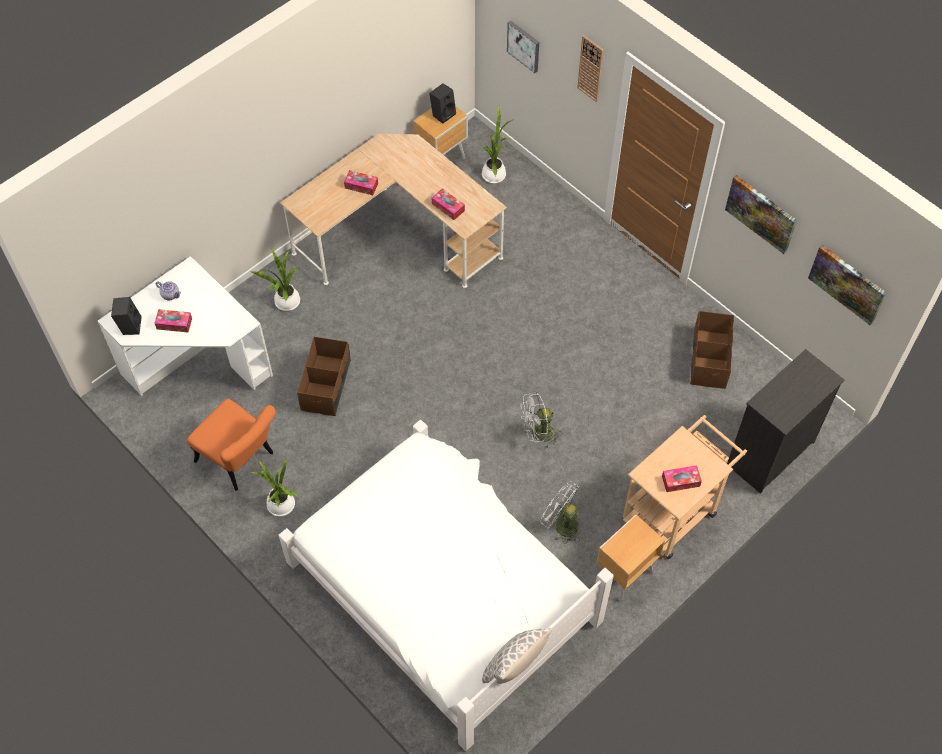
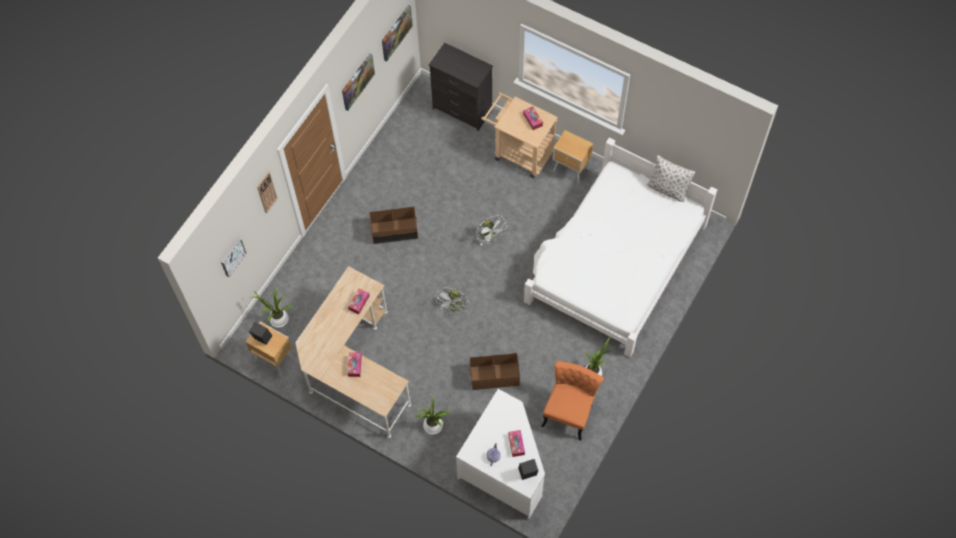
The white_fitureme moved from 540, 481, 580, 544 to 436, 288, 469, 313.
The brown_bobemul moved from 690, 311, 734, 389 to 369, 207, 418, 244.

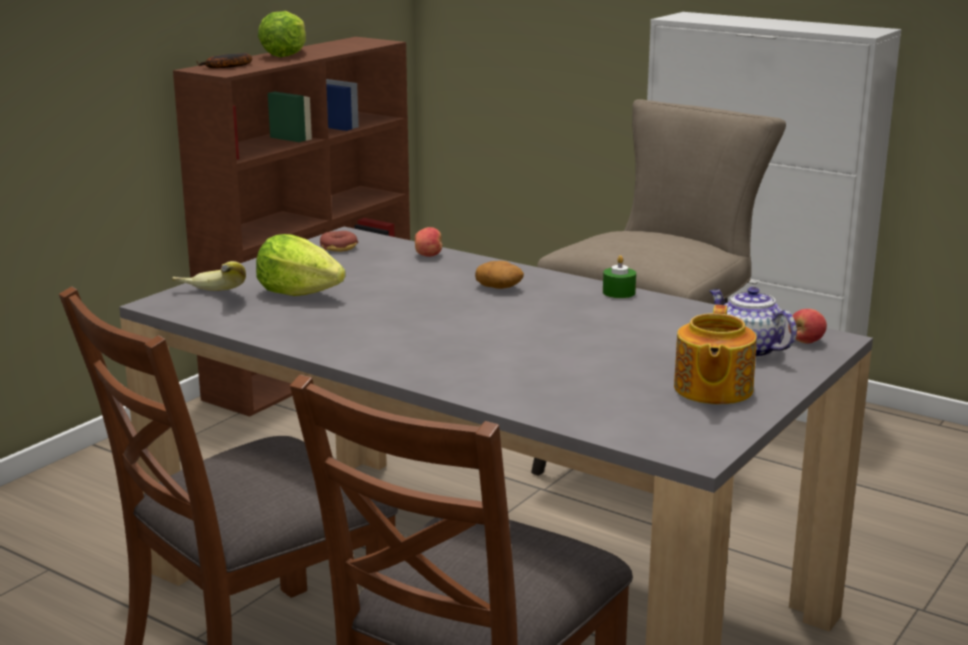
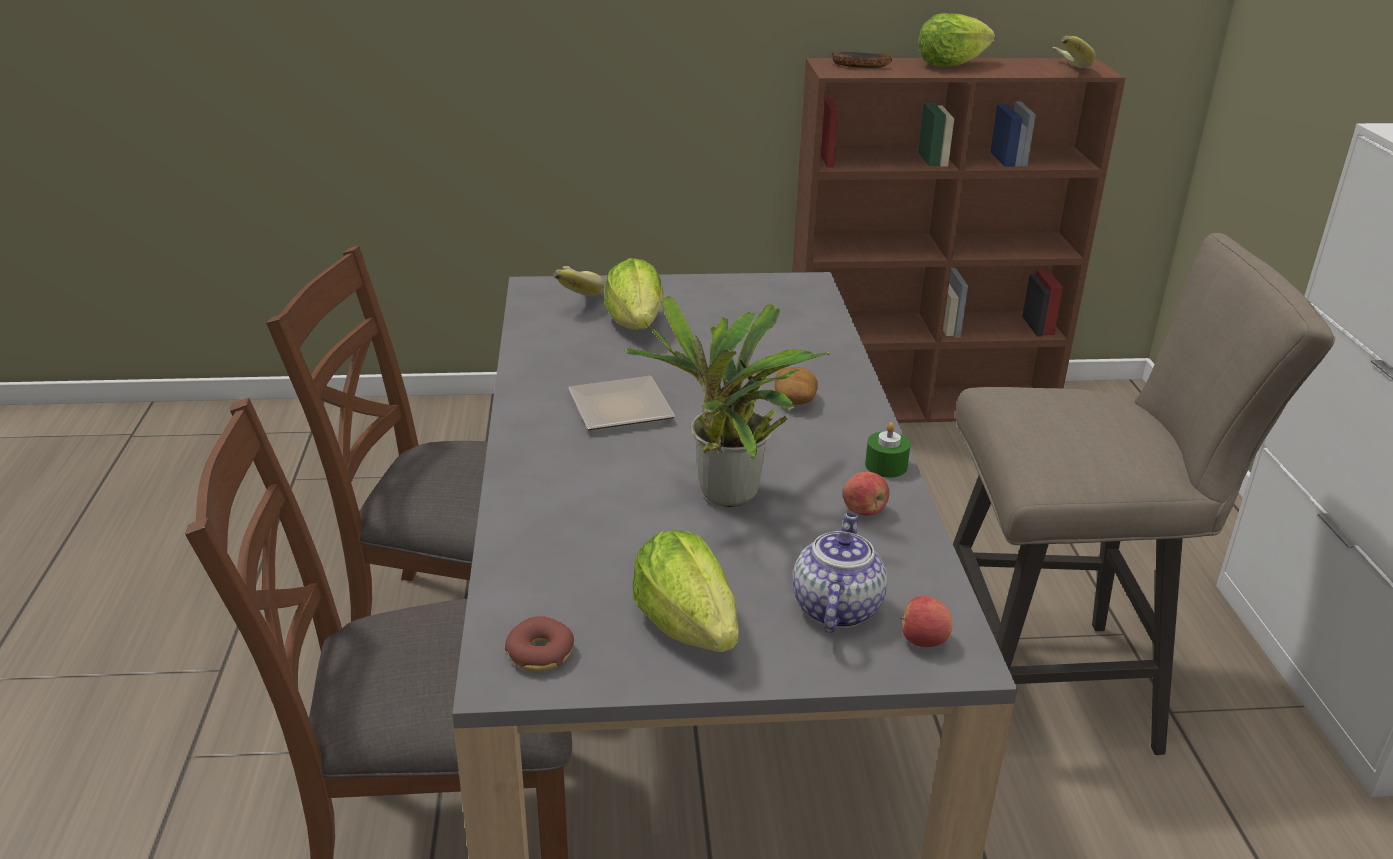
The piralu moved from 320, 231, 358, 252 to 505, 616, 574, 672.
The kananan moved from 415, 227, 443, 257 to 843, 472, 889, 516.
The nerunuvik at 674, 305, 757, 405 was replaced by the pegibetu at 633, 530, 739, 652.
The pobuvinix at 568, 376, 675, 430 appeared.
The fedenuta at 624, 296, 830, 507 appeared.
The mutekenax at 1052, 36, 1096, 68 appeared.

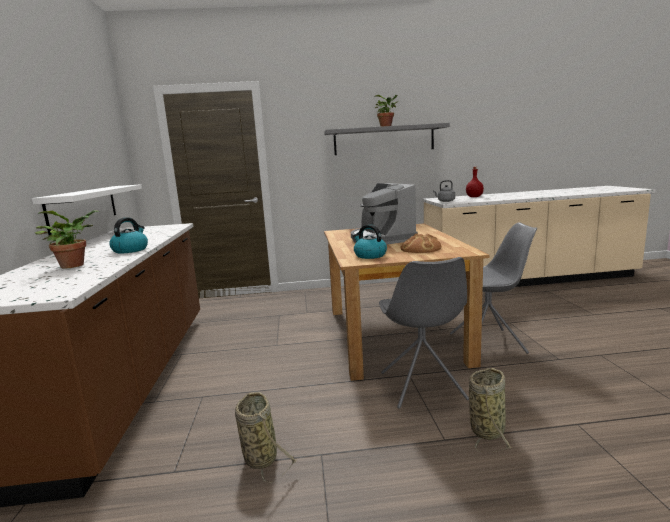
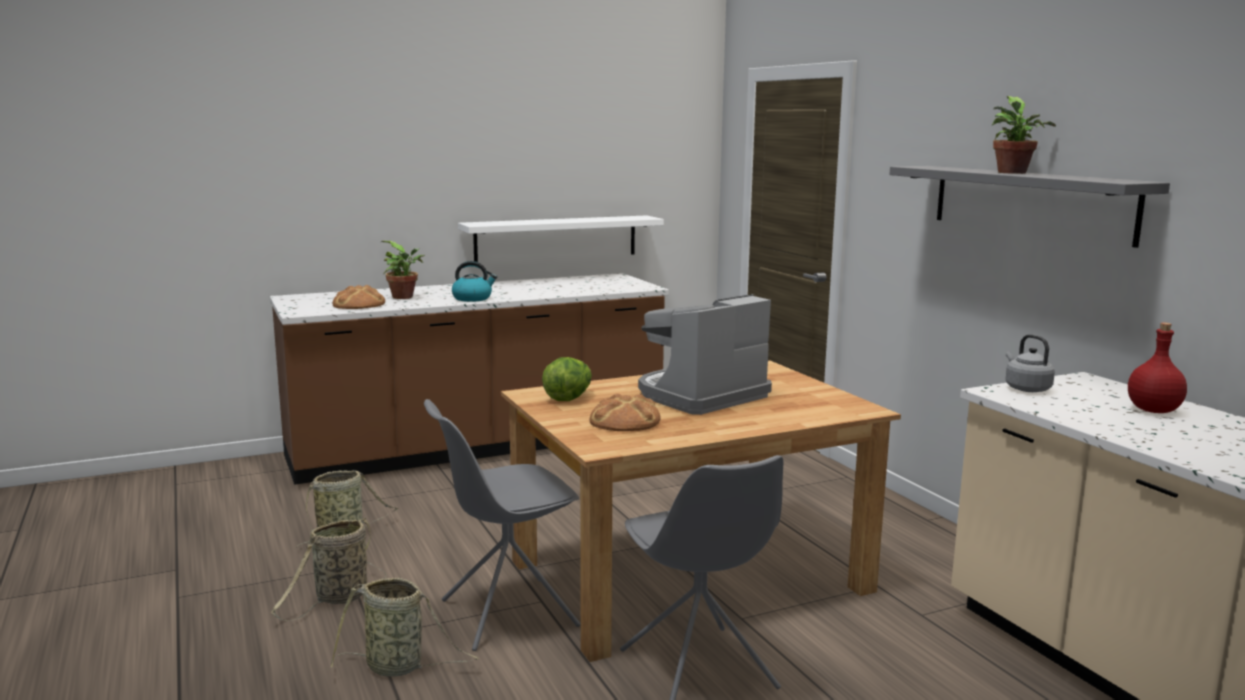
The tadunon at 353, 224, 387, 259 was replaced by the pegibetu at 542, 357, 592, 401.
The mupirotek at 271, 518, 387, 621 appeared.
The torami at 332, 285, 385, 309 appeared.

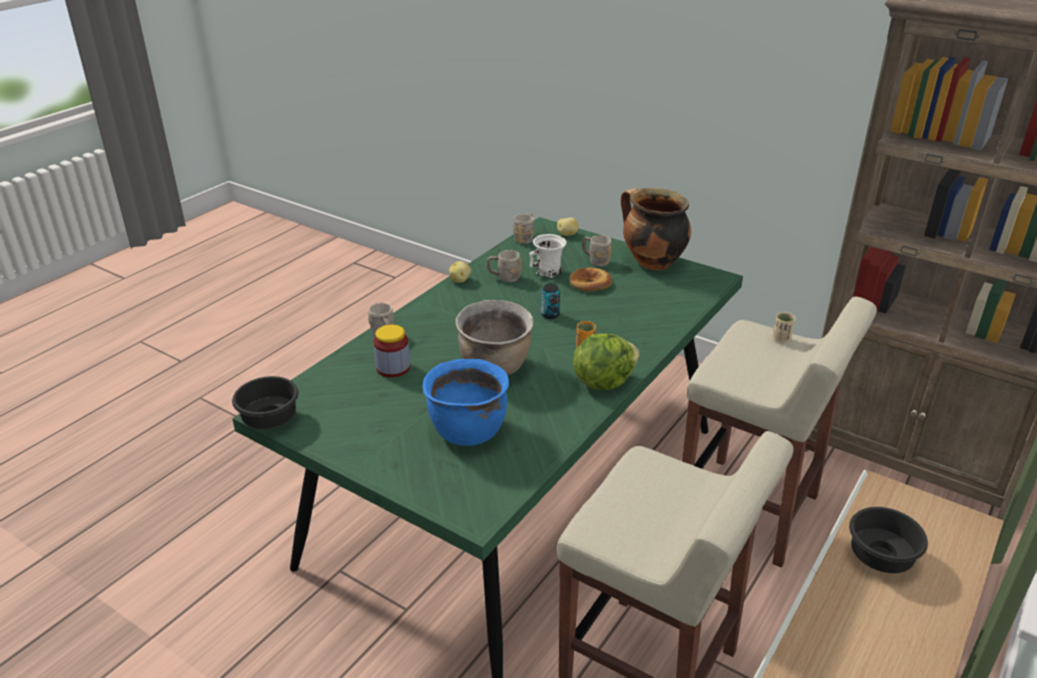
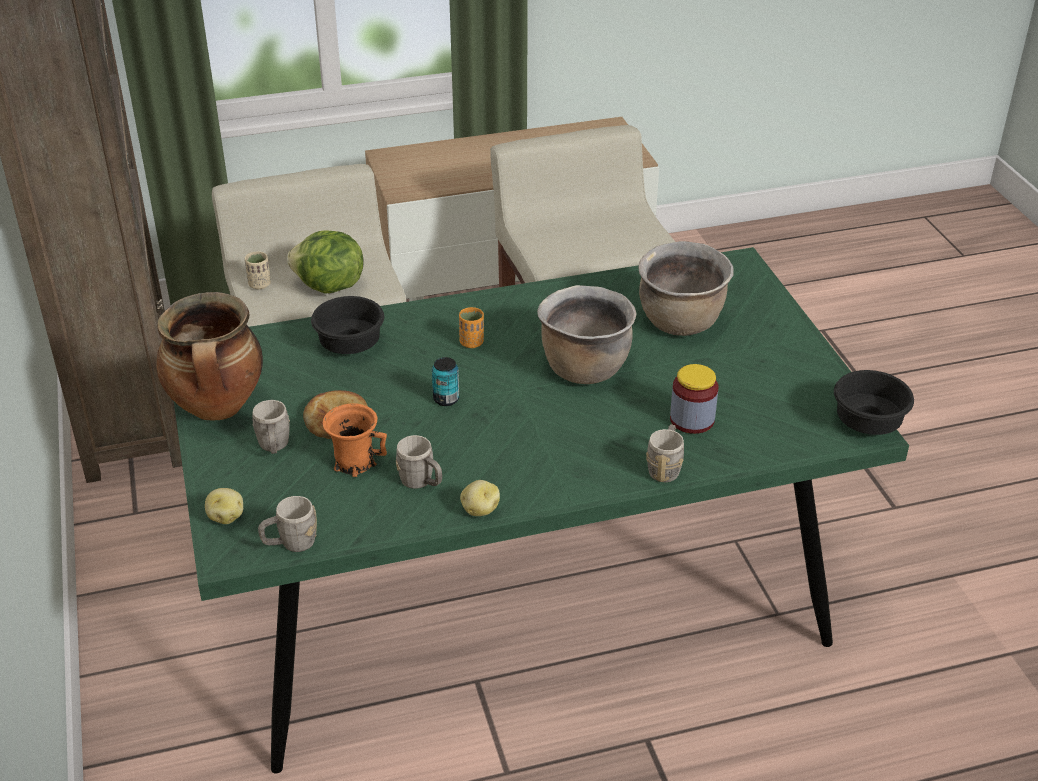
The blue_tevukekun at 423, 359, 509, 446 became the brown_tevukekun at 639, 241, 734, 336.
The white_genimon at 529, 234, 567, 278 became the orange_genimon at 323, 403, 387, 477.
The pegibetu moved from 573, 333, 640, 390 to 287, 230, 364, 294.
The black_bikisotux moved from 849, 507, 928, 573 to 311, 296, 384, 354.

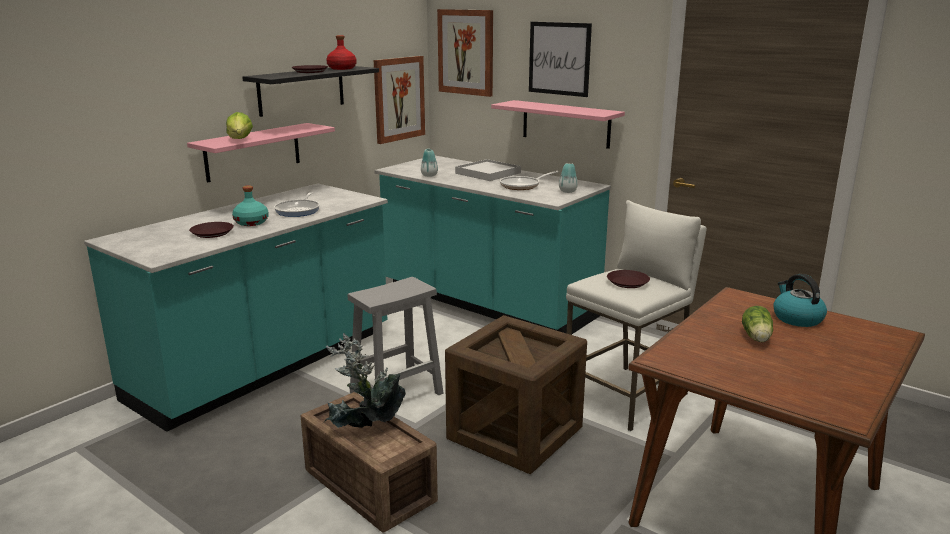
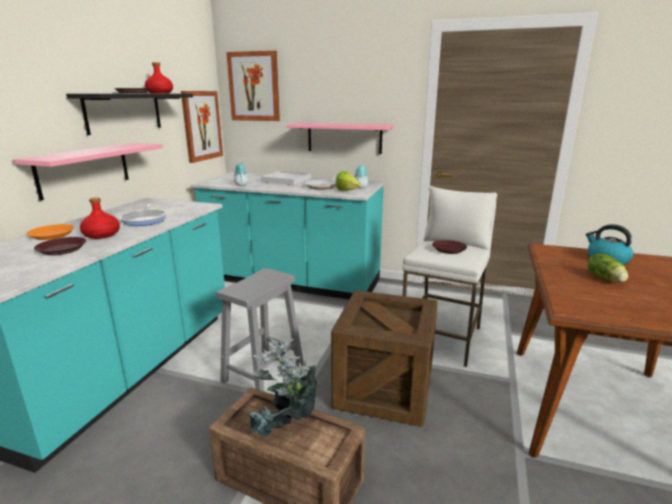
The pegibetu moved from 226, 112, 253, 139 to 335, 171, 361, 191.
The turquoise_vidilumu at 232, 185, 269, 226 became the red_vidilumu at 80, 197, 120, 239.
The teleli at 529, 22, 592, 97 disappeared.
The orange_pobuvinix at 26, 224, 74, 240 appeared.

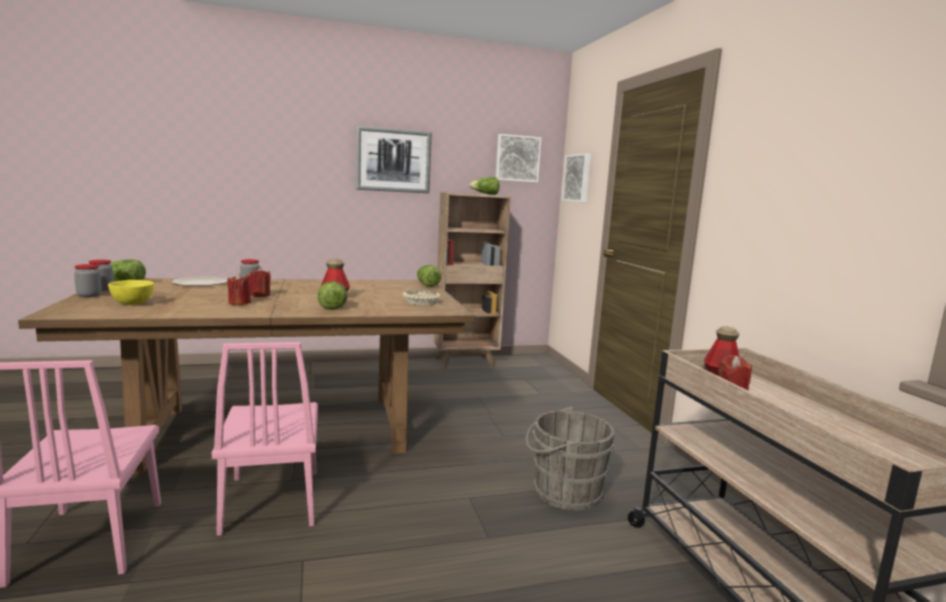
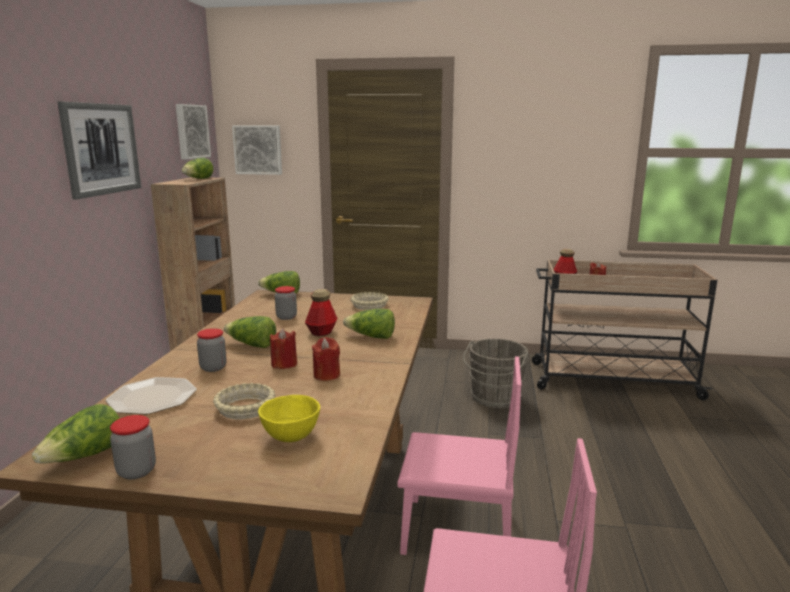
The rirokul moved from 74, 264, 102, 297 to 275, 286, 297, 320.
The beige_bikisotux at 213, 383, 275, 420 appeared.
The pegibetu at 224, 316, 276, 348 appeared.

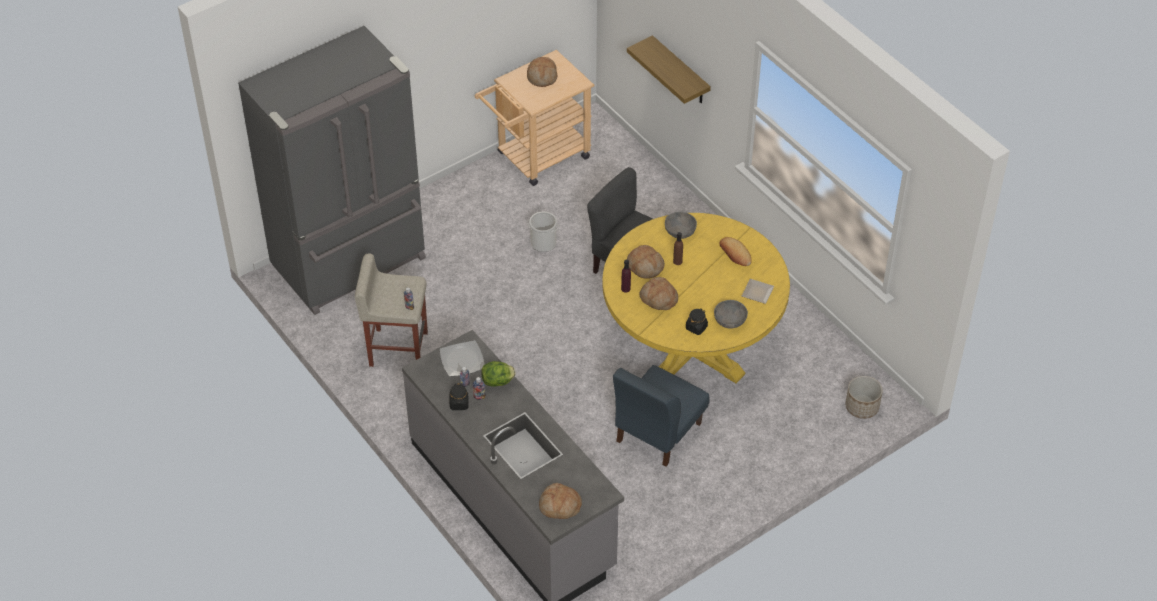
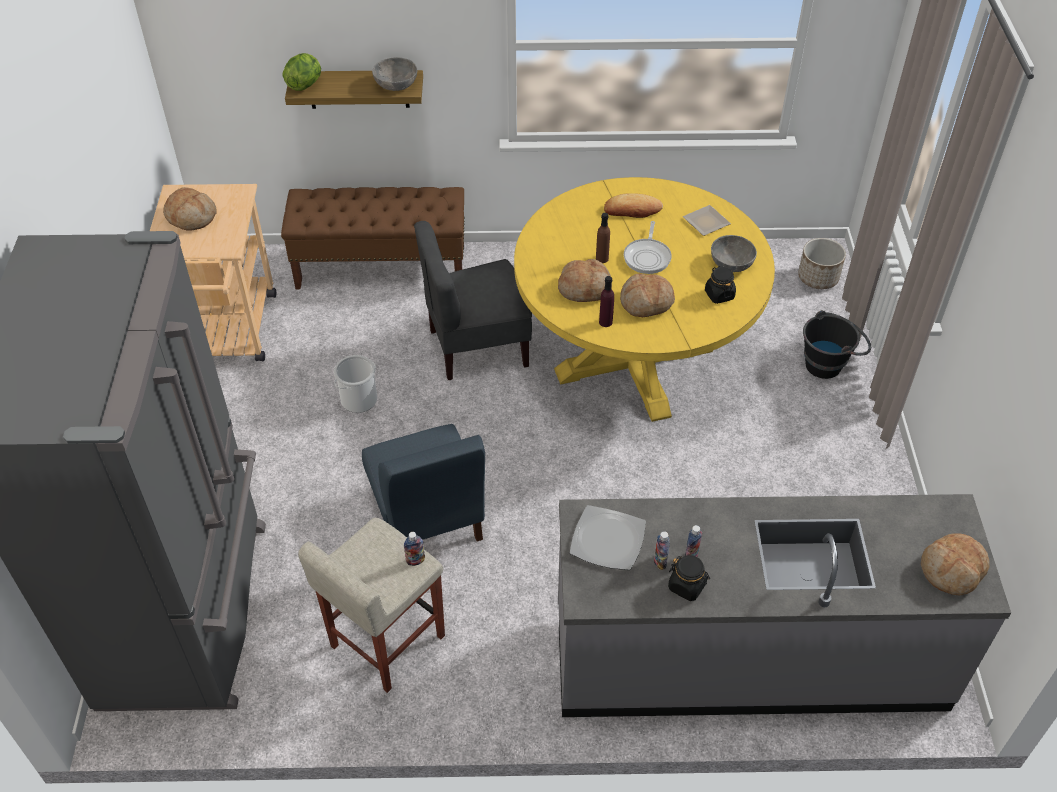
The pegibetu moved from 481, 361, 516, 387 to 283, 53, 321, 91.
The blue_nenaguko moved from 613, 365, 709, 467 to 362, 424, 485, 541.
The grey_bikisotux moved from 665, 212, 697, 239 to 372, 57, 417, 91.
The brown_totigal at 281, 187, 465, 289 appeared.
The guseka at 624, 221, 672, 274 appeared.
The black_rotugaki at 803, 310, 871, 379 appeared.

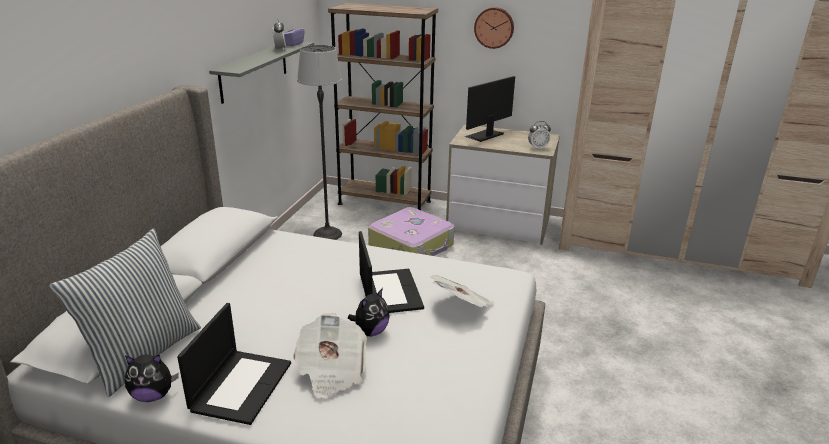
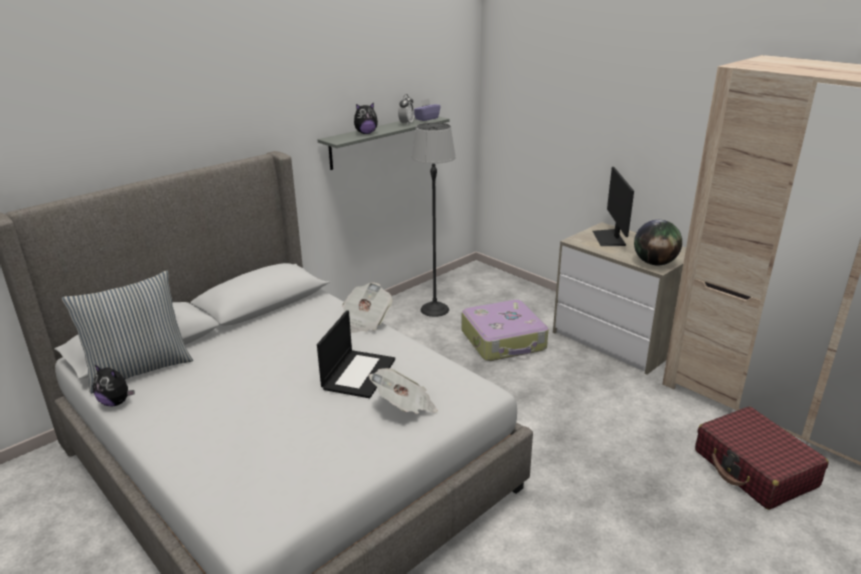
The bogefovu at 177, 303, 291, 425 disappeared.
The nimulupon moved from 293, 313, 367, 399 to 342, 282, 393, 333.
The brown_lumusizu at 328, 3, 438, 210 disappeared.
The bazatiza moved from 348, 288, 390, 336 to 354, 102, 378, 134.
The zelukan at 464, 76, 515, 142 turned 75 degrees counterclockwise.
The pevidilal at 474, 7, 514, 49 disappeared.
The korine at 528, 121, 551, 150 was replaced by the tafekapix at 634, 220, 682, 265.
The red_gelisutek at 695, 406, 829, 510 appeared.

